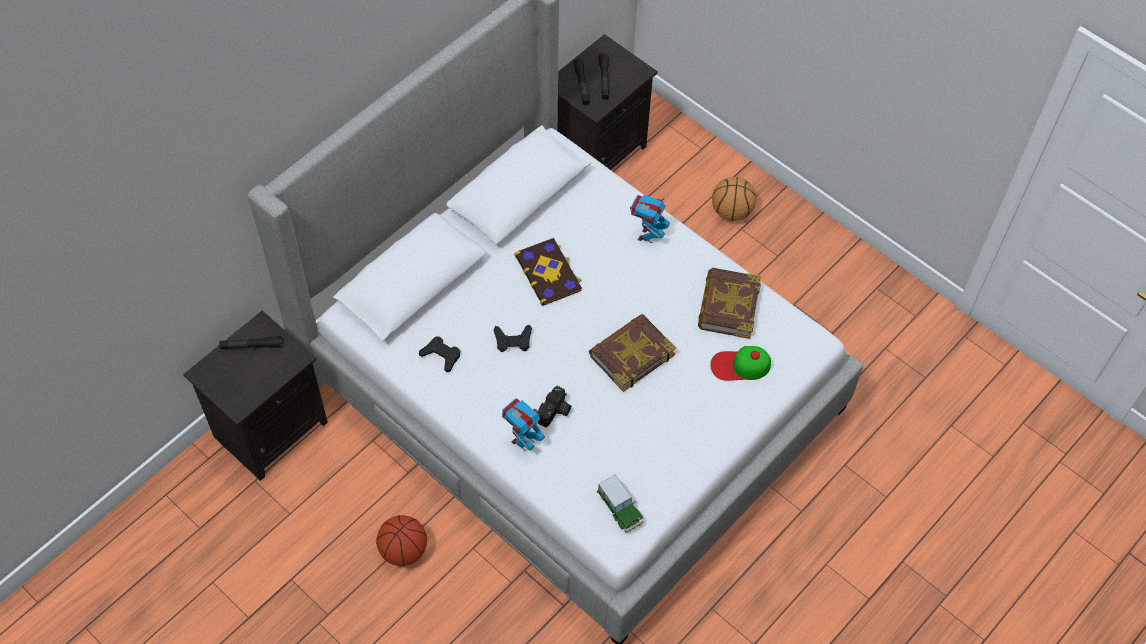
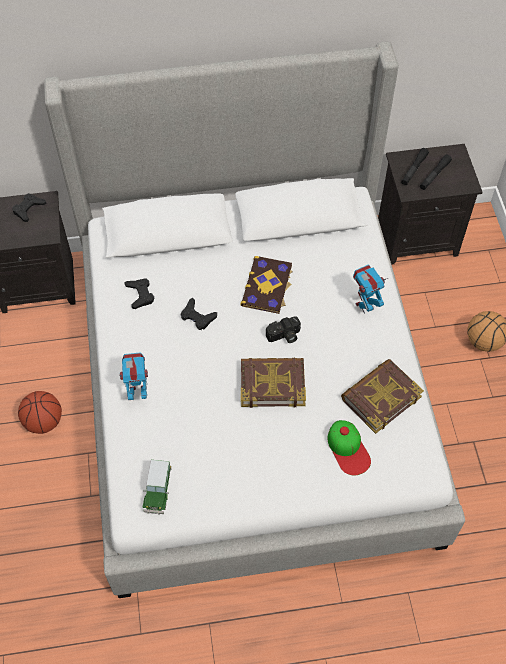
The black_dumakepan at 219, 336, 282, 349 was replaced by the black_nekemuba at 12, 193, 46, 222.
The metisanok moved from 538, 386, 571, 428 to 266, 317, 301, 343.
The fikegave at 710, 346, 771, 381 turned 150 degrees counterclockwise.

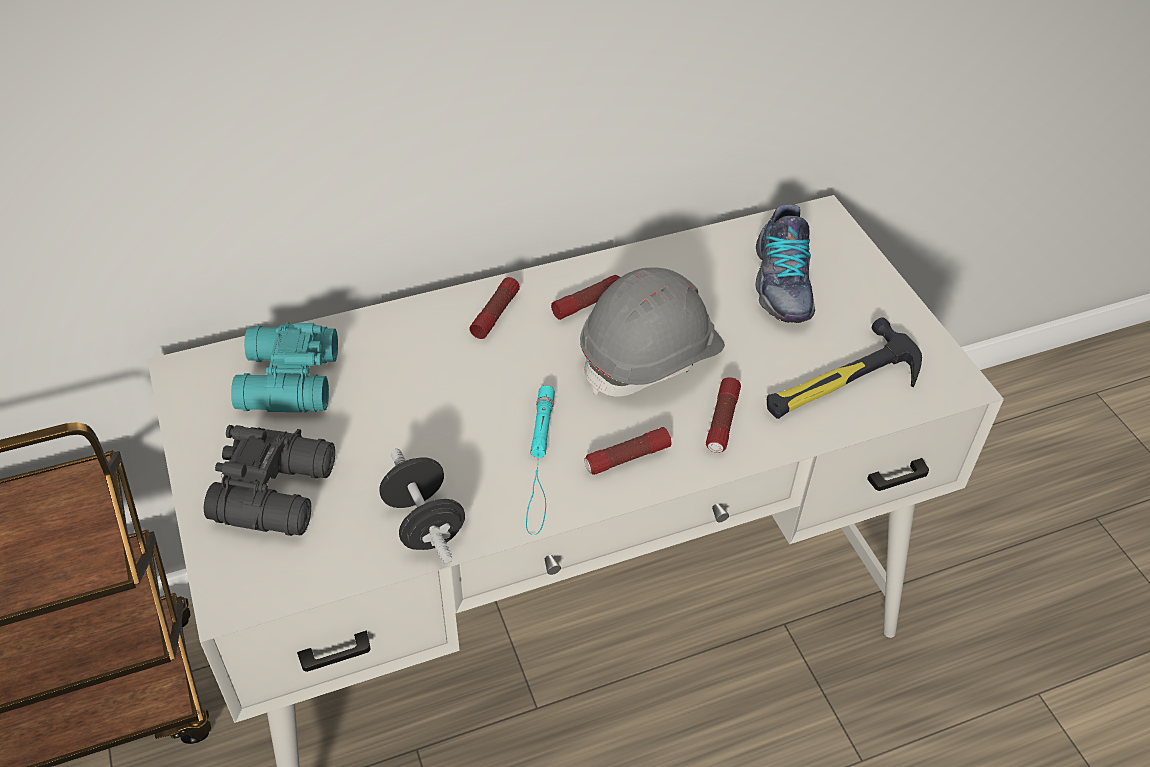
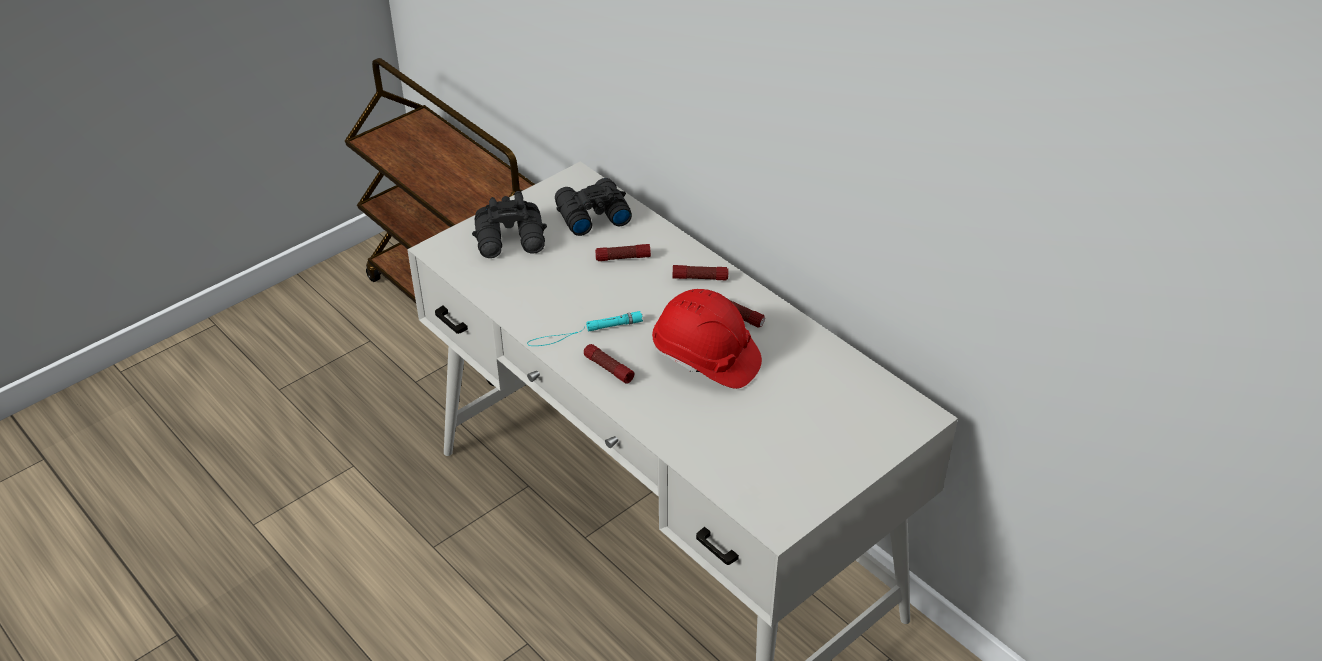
The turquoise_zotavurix at 231, 322, 338, 412 became the black_zotavurix at 555, 178, 632, 236.
The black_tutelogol at 380, 449, 465, 564 disappeared.
The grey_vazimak at 580, 267, 725, 396 became the red_vazimak at 652, 289, 762, 389.
The dumakepan moved from 706, 377, 741, 453 to 595, 244, 651, 261.
The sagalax at 755, 204, 815, 323 disappeared.
The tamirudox at 767, 317, 922, 419 disappeared.

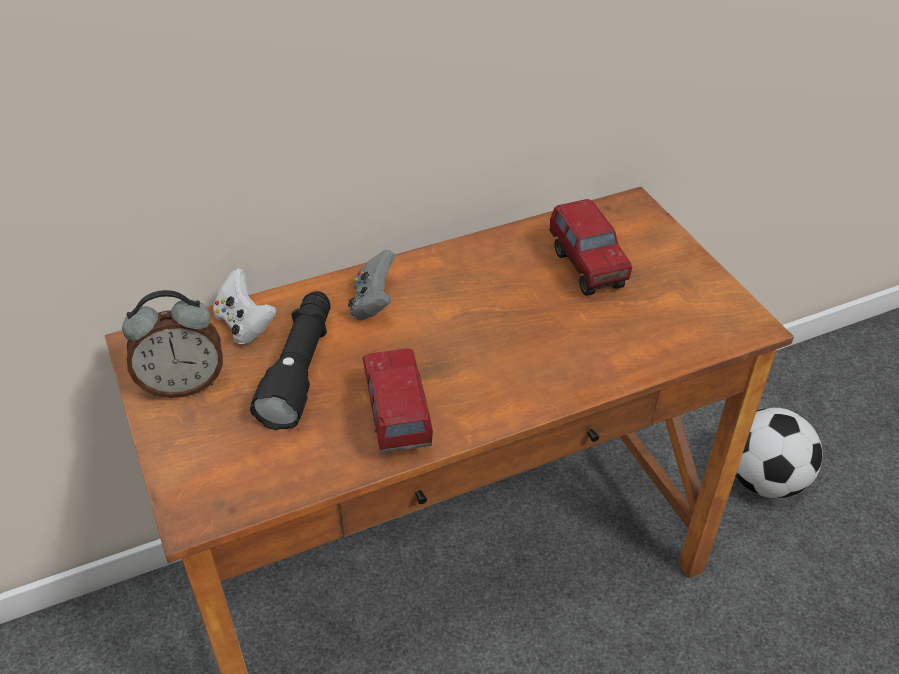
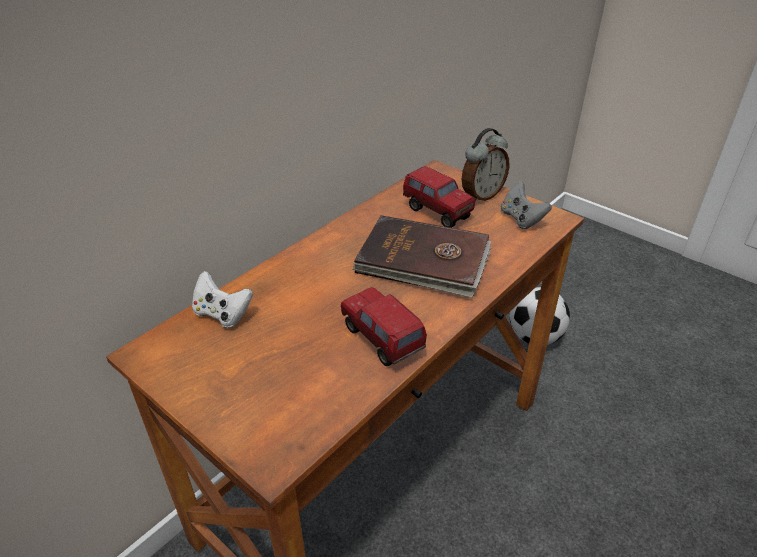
The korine moved from 122, 290, 223, 398 to 462, 128, 510, 201.
The black_dumakepan at 250, 291, 331, 430 disappeared.
The grey_nekemuba moved from 348, 250, 395, 320 to 501, 181, 552, 229.
The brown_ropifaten at 352, 215, 491, 298 appeared.

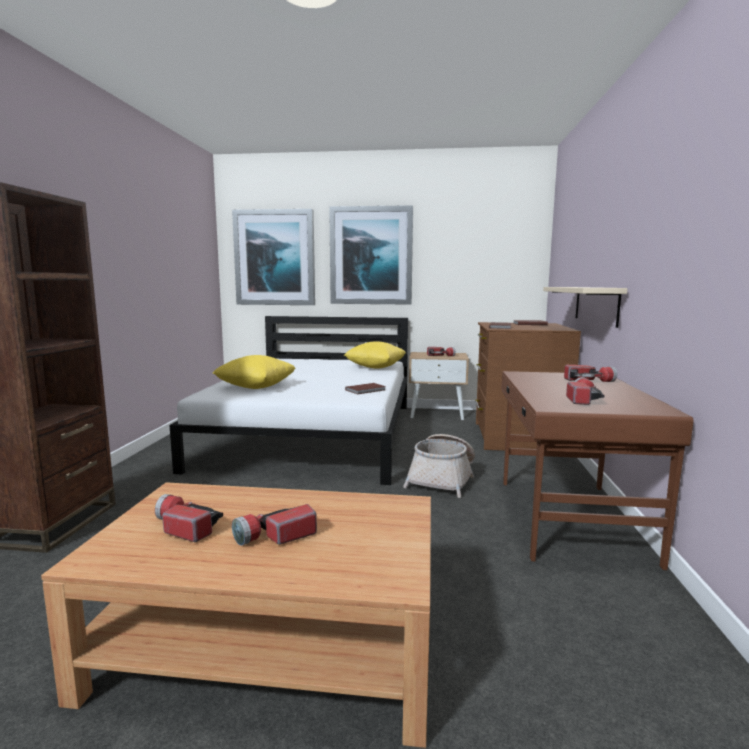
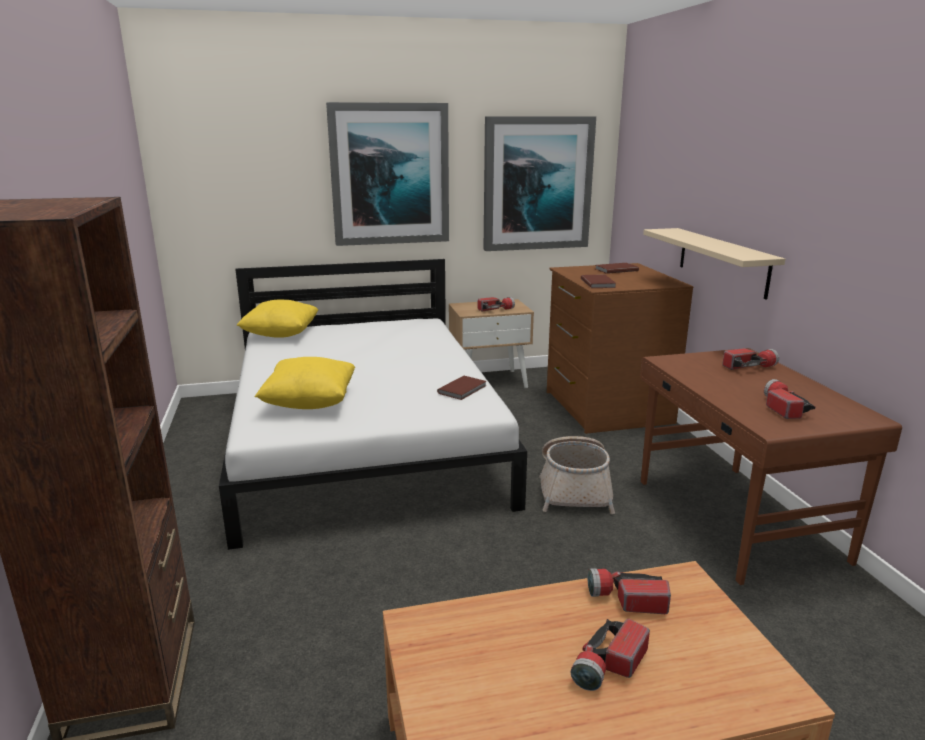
The dumakepan moved from 155, 494, 223, 542 to 587, 568, 671, 614.
The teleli moved from 232, 209, 315, 305 to 484, 116, 596, 251.
The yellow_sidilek moved from 344, 341, 406, 369 to 236, 299, 318, 338.

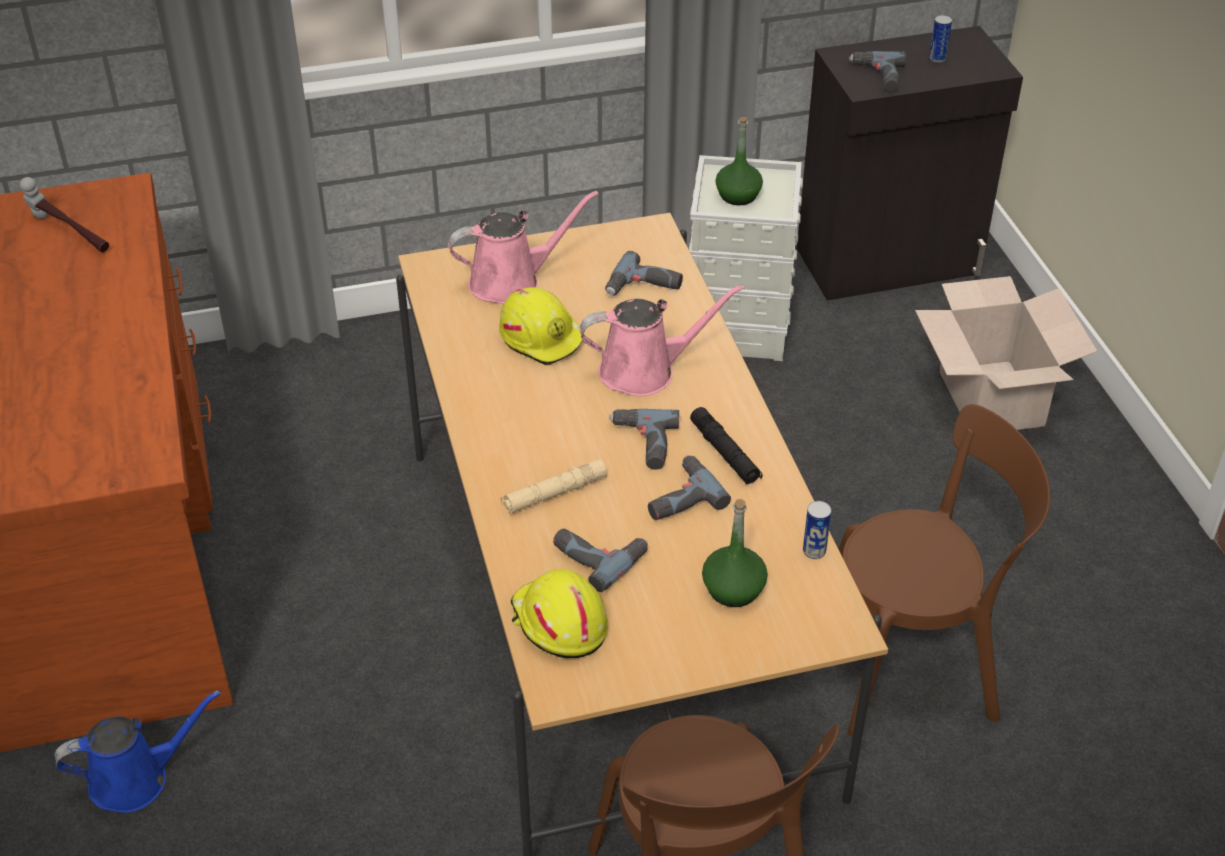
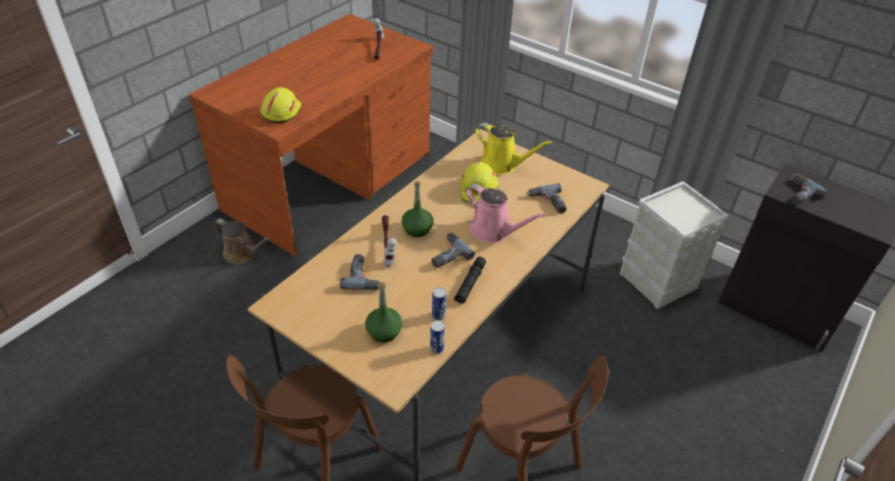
The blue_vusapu at 54, 690, 221, 813 became the brown_vusapu at 214, 219, 270, 264.
The pink_vusapu at 448, 191, 599, 304 became the yellow_vusapu at 475, 123, 552, 175.
The beige_dumakepan at 501, 459, 607, 514 was replaced by the tamirudox at 382, 215, 397, 267.
The yellow_vazimak moved from 511, 569, 608, 658 to 260, 87, 302, 123.
The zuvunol at 648, 456, 731, 520 disappeared.
The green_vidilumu moved from 715, 117, 763, 205 to 402, 181, 433, 237.
The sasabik at 915, 276, 1097, 430 disappeared.
The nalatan moved from 929, 15, 952, 63 to 432, 288, 446, 320.

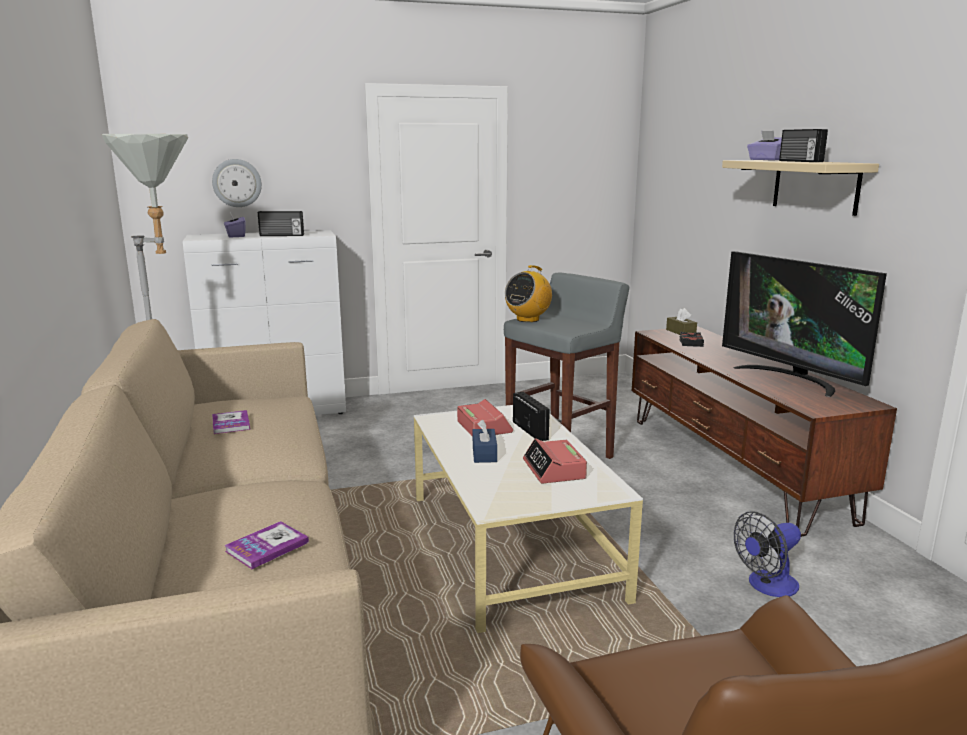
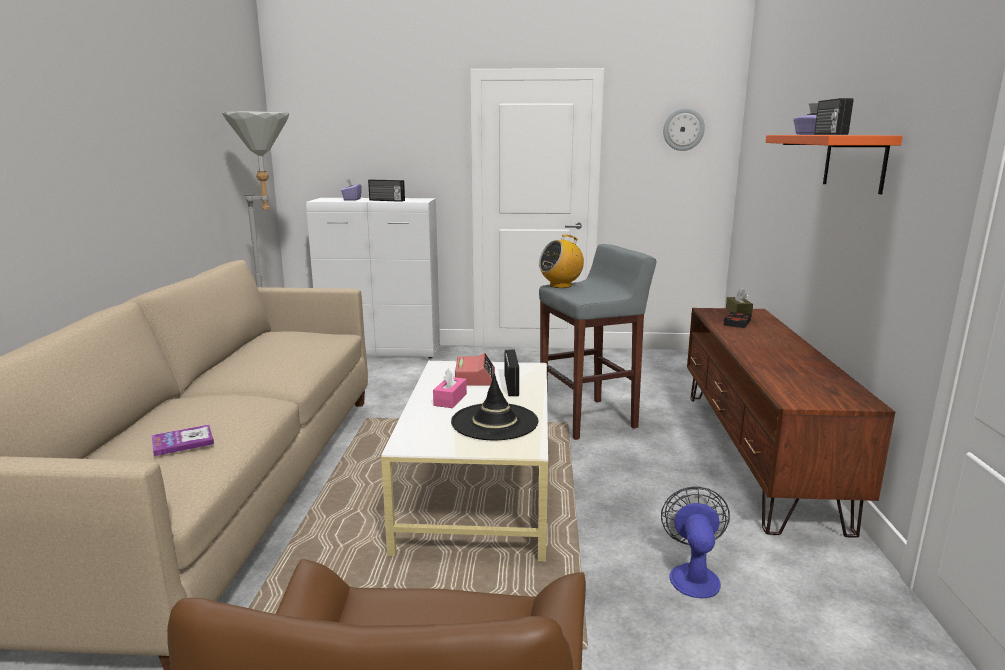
The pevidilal moved from 212, 159, 262, 207 to 663, 108, 705, 151.
The ropifaten at 212, 410, 250, 434 disappeared.
The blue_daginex at 473, 420, 497, 463 became the pink_daginex at 433, 368, 467, 408.
The korine at 523, 438, 587, 484 was replaced by the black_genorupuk at 451, 373, 539, 440.
The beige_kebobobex at 722, 160, 879, 216 became the orange_kebobobex at 766, 135, 903, 194.
The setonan at 722, 251, 887, 397 disappeared.
The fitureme at 734, 511, 801, 597 turned 105 degrees clockwise.

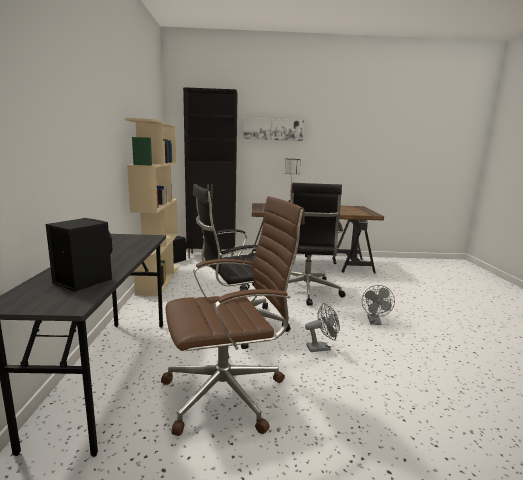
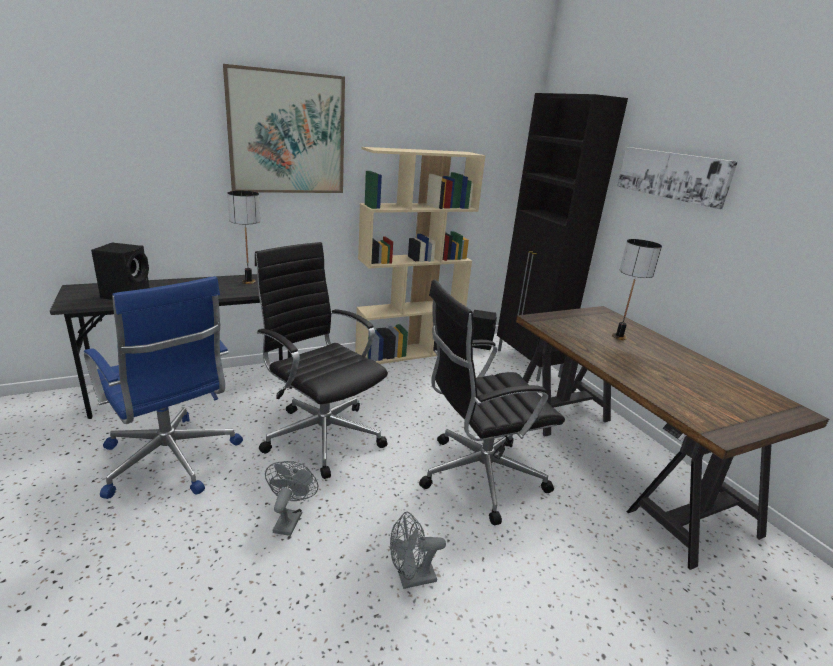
The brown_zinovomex at 161, 196, 305, 436 became the blue_zinovomex at 84, 276, 243, 499.
The grey_fitureme at 305, 303, 340, 352 turned 135 degrees counterclockwise.
The teleli at 223, 64, 345, 193 appeared.
The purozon at 228, 191, 260, 284 appeared.

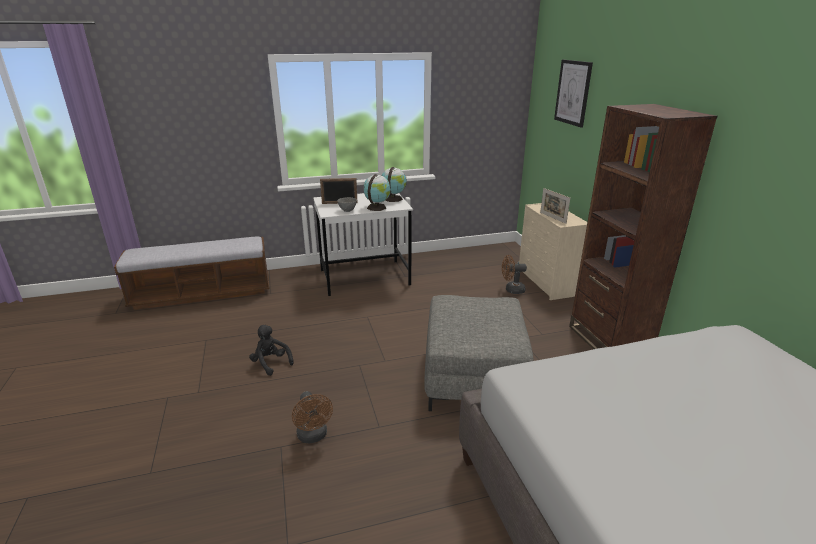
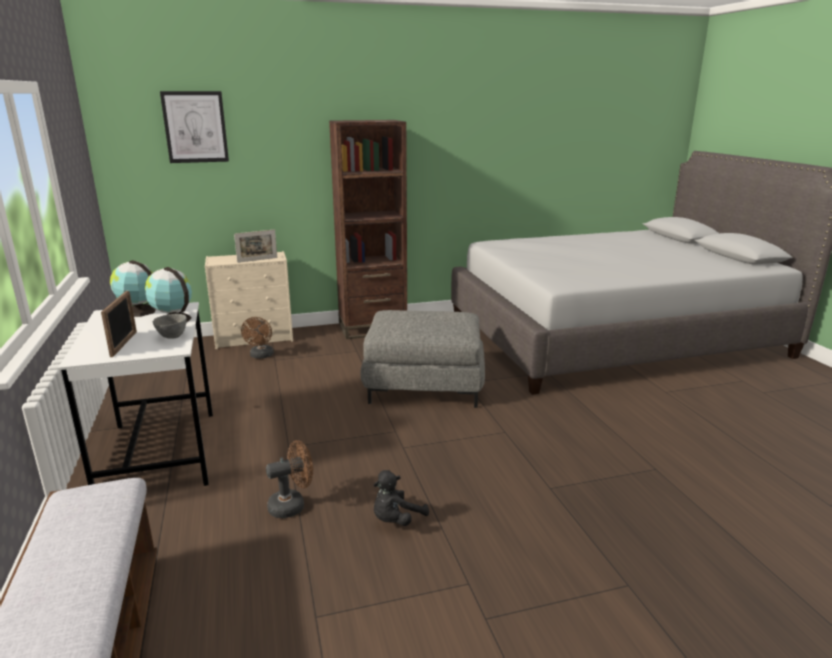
The brown_fitureme moved from 292, 391, 333, 443 to 266, 440, 313, 518.

